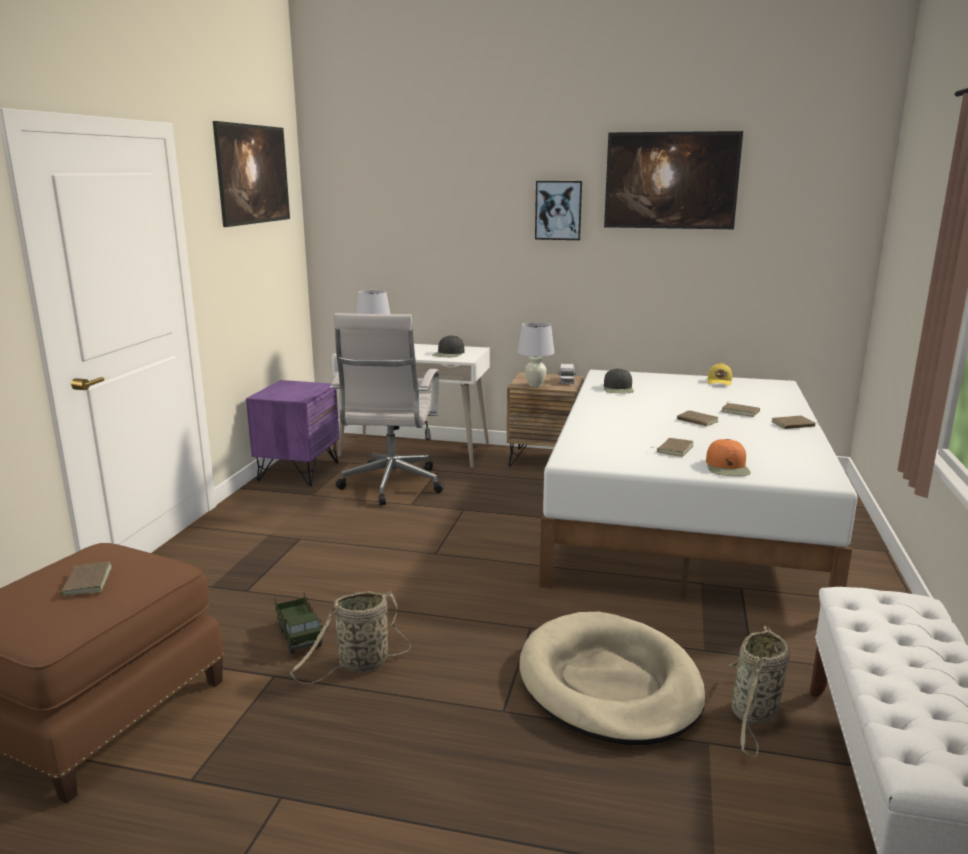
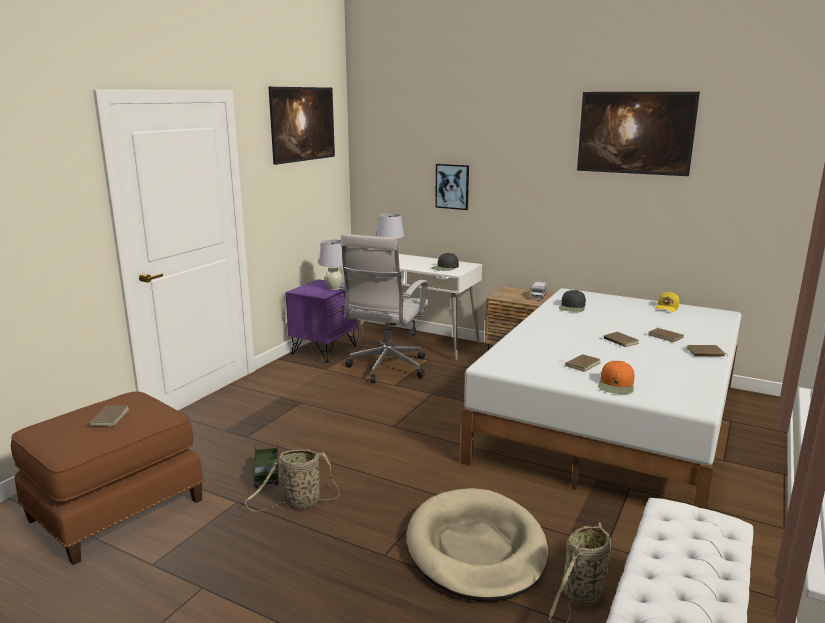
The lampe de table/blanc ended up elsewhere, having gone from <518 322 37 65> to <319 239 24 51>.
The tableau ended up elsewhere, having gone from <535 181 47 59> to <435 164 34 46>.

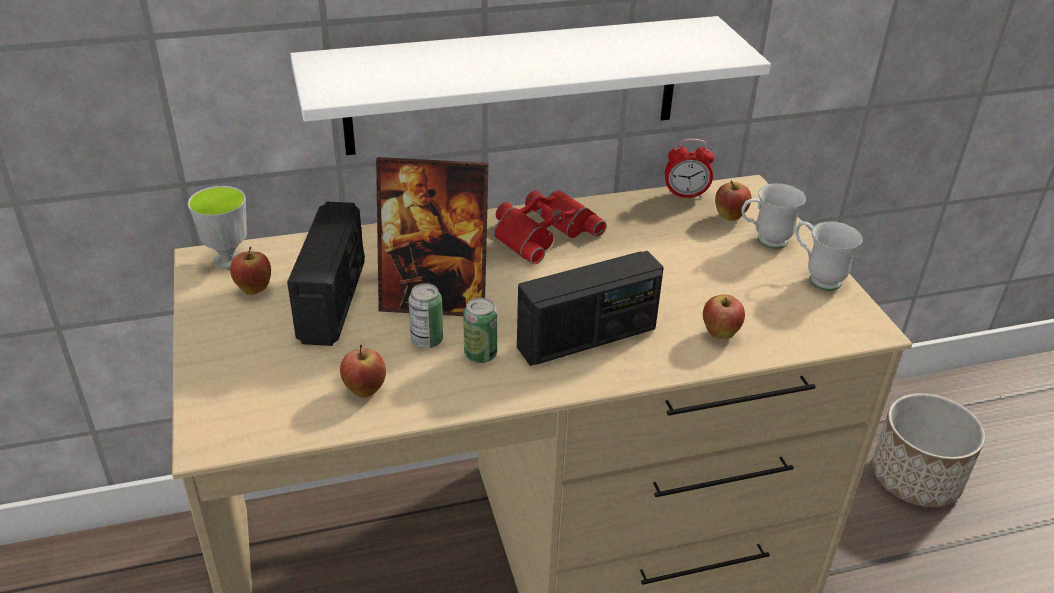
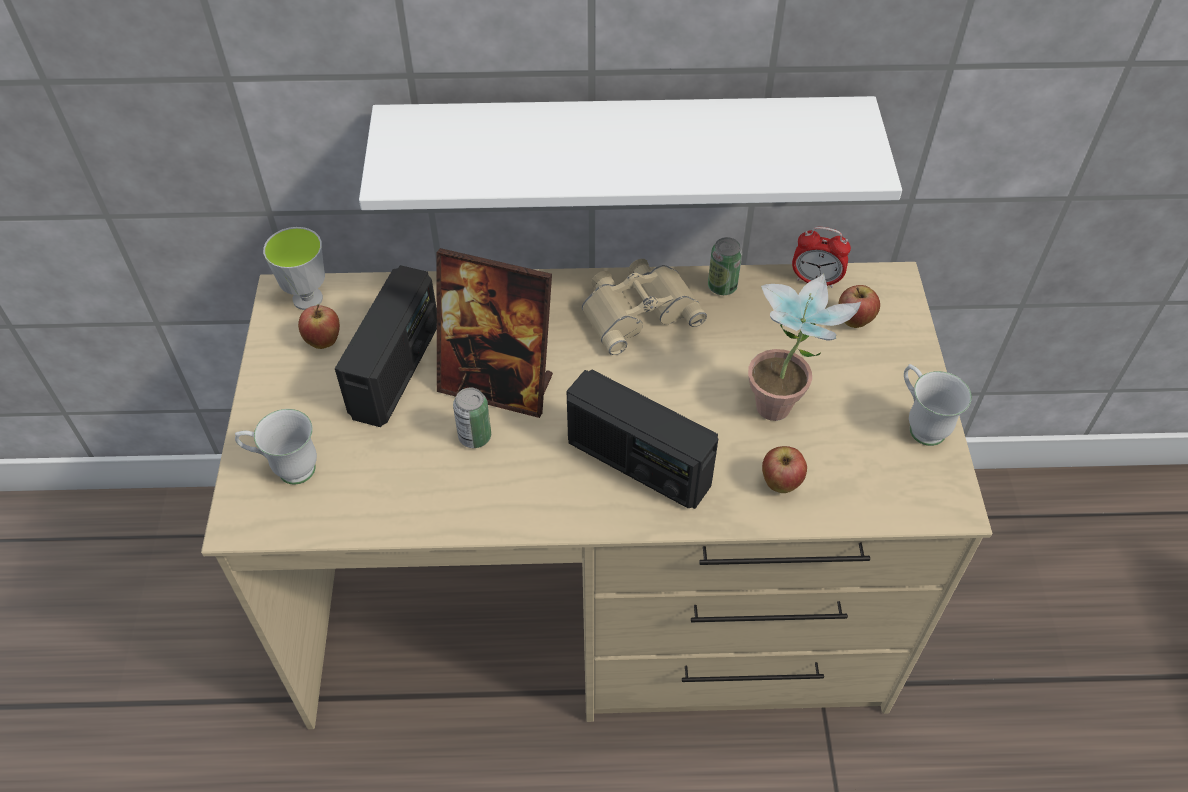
The mug/blanc ended up elsewhere, having gone from <741 183 65 66> to <235 409 82 76>.
The radio at <517 251 147 115> ended up facing another way, 45 degrees clockwise from before.
What was the jumelles/rouge at <493 190 114 74> turned into the jumelles/beige at <582 259 125 96>.
The boîte métallique ended up elsewhere, having gone from <463 298 34 65> to <708 237 34 58>.
The second view gained the plante en pot at <748 273 113 148>.
The second view lost the pomme at <340 344 46 54>.
The second view lost the cache-pot at <872 393 113 114>.

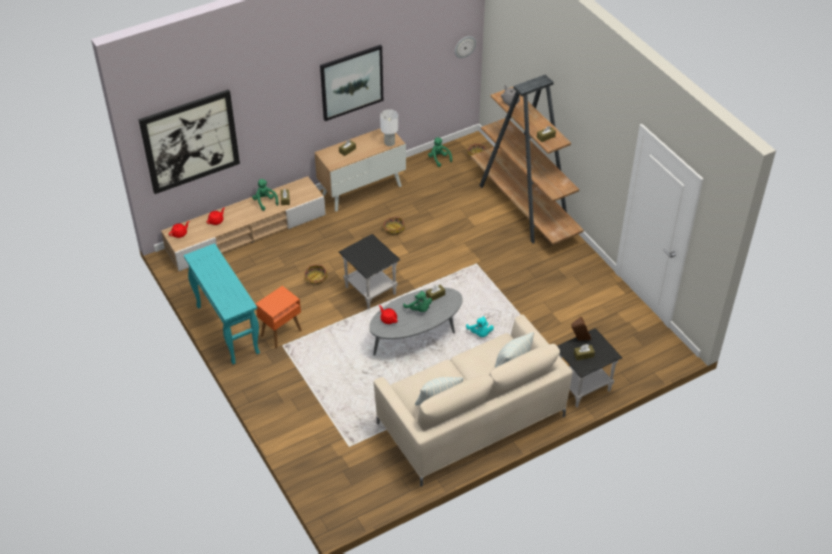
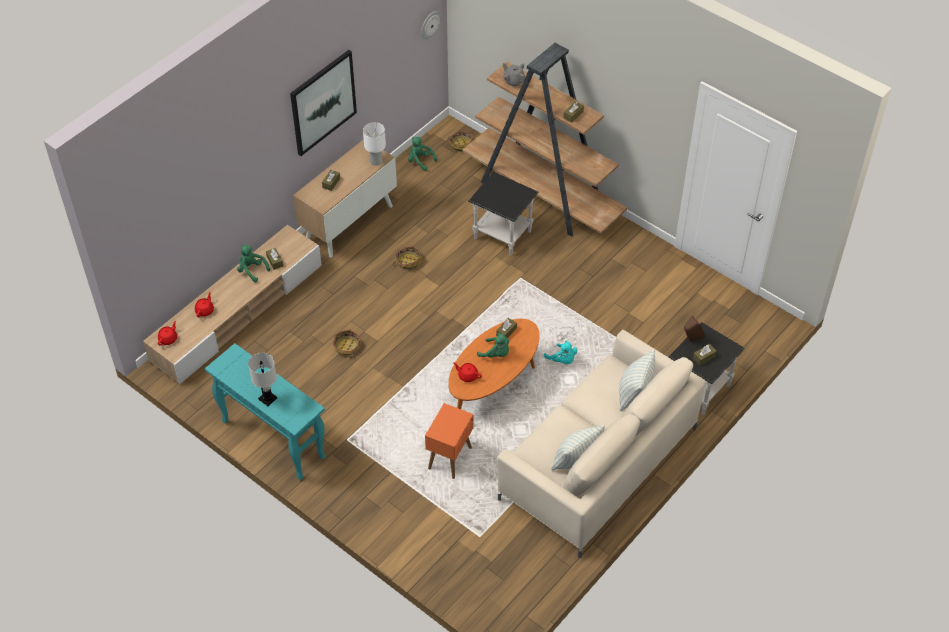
The second view gained the lampe de table/blanc at <248 353 29 53>.
The table d'appoint/orange ended up elsewhere, having gone from <256 286 46 63> to <425 403 48 76>.
What was the table basse/gris at <369 287 94 69> turned into the table basse/orange at <448 319 92 90>.
The table d'appoint/noir ended up elsewhere, having gone from <339 234 62 75> to <469 172 69 84>.
The second view lost the tableau at <139 89 101 105>.

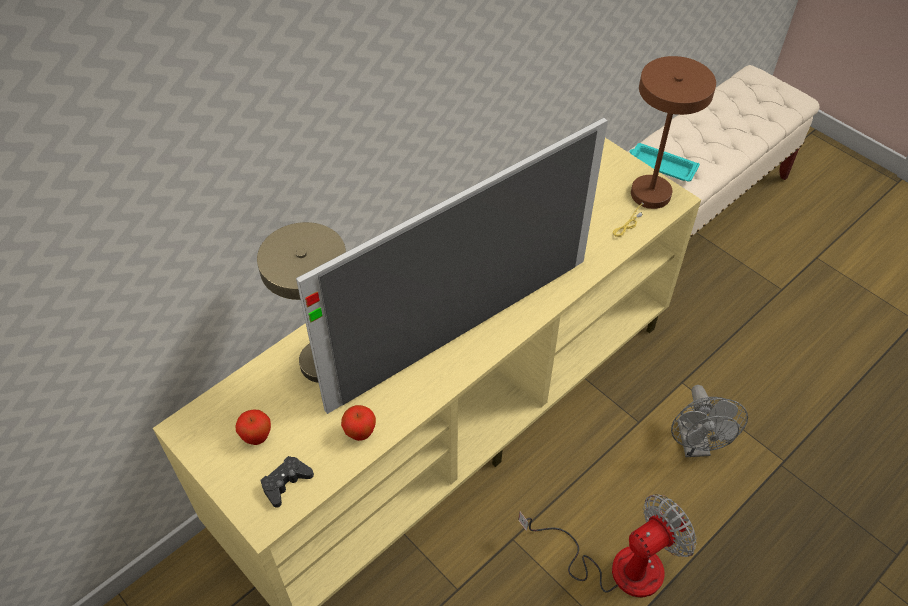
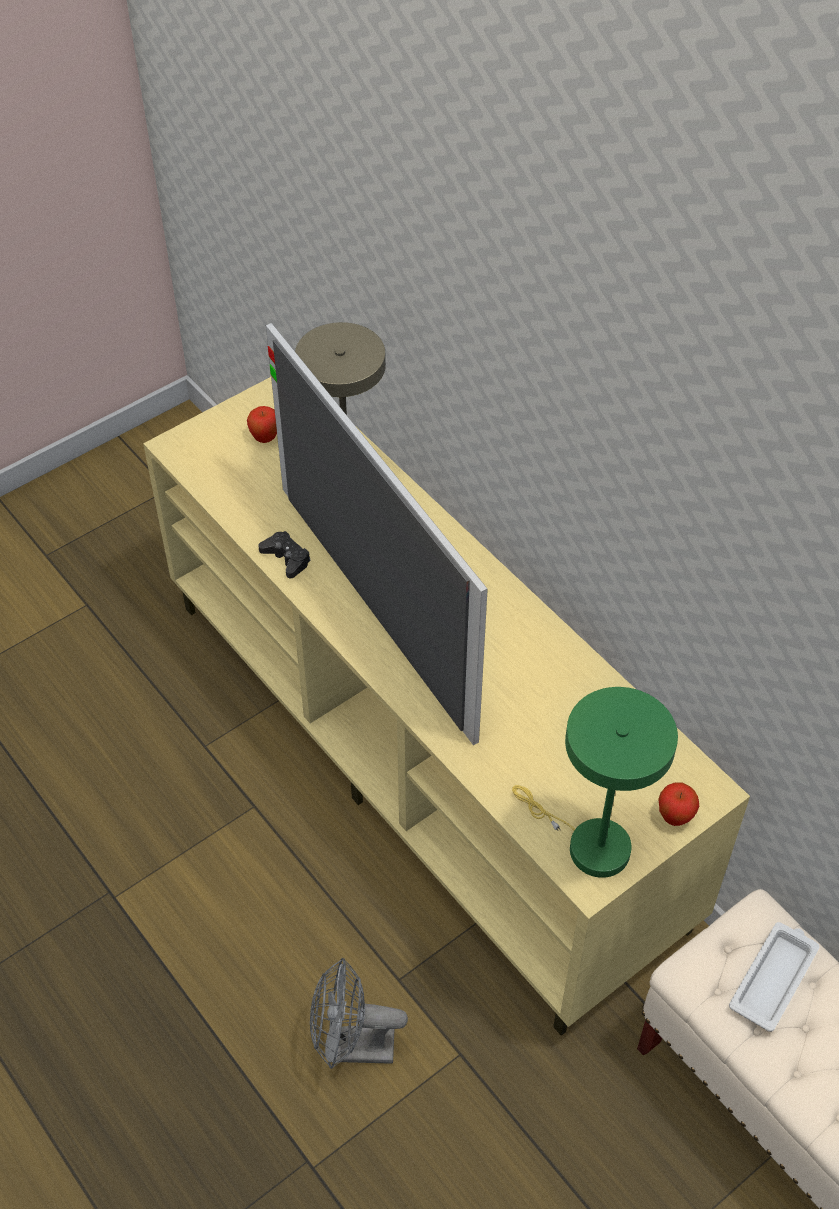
The manette/noir ended up elsewhere, having gone from <261 456 53 52> to <258 531 52 47>.
What was the lampe de table/marron at <613 56 103 181> turned into the lampe de table/vert at <512 687 166 191>.
The pomme ended up elsewhere, having gone from <341 405 35 36> to <658 782 41 44>.
What was the plateau/turquoise at <629 143 71 39> turned into the plateau/blanc at <729 922 90 110>.
The second view lost the ventilateur at <518 494 179 103>.

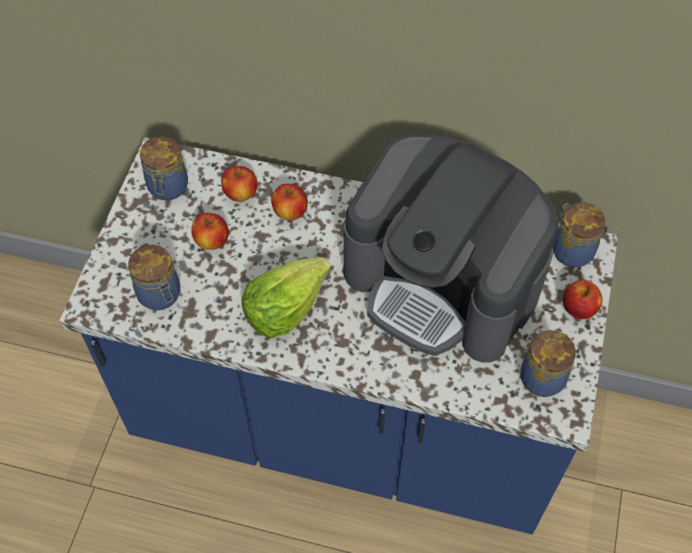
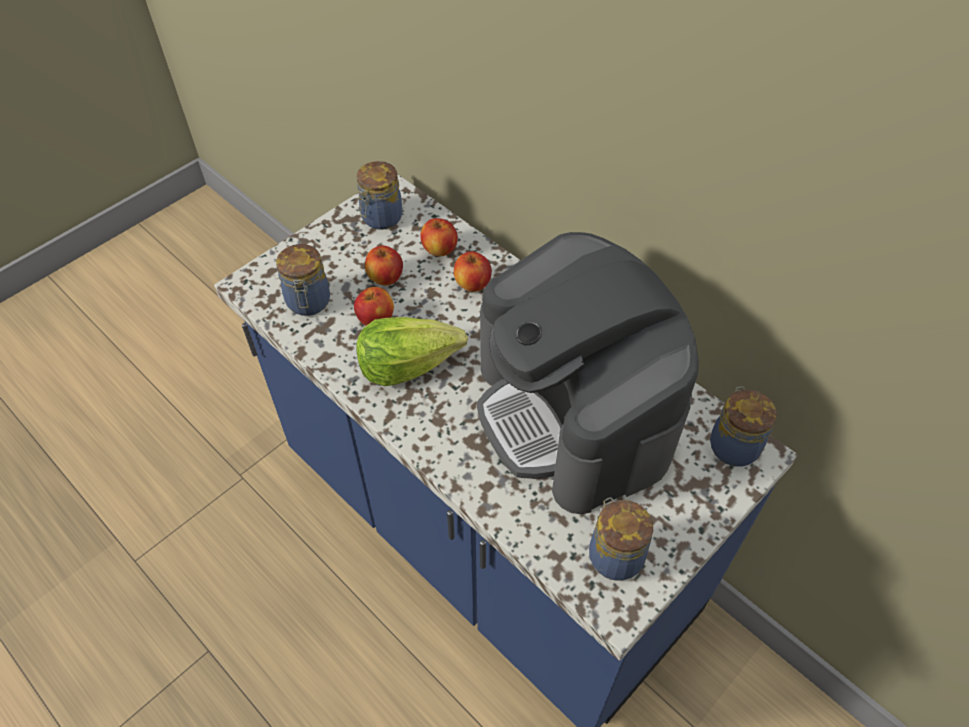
The pomme ended up elsewhere, having gone from <563 280 39 39> to <354 287 40 39>.

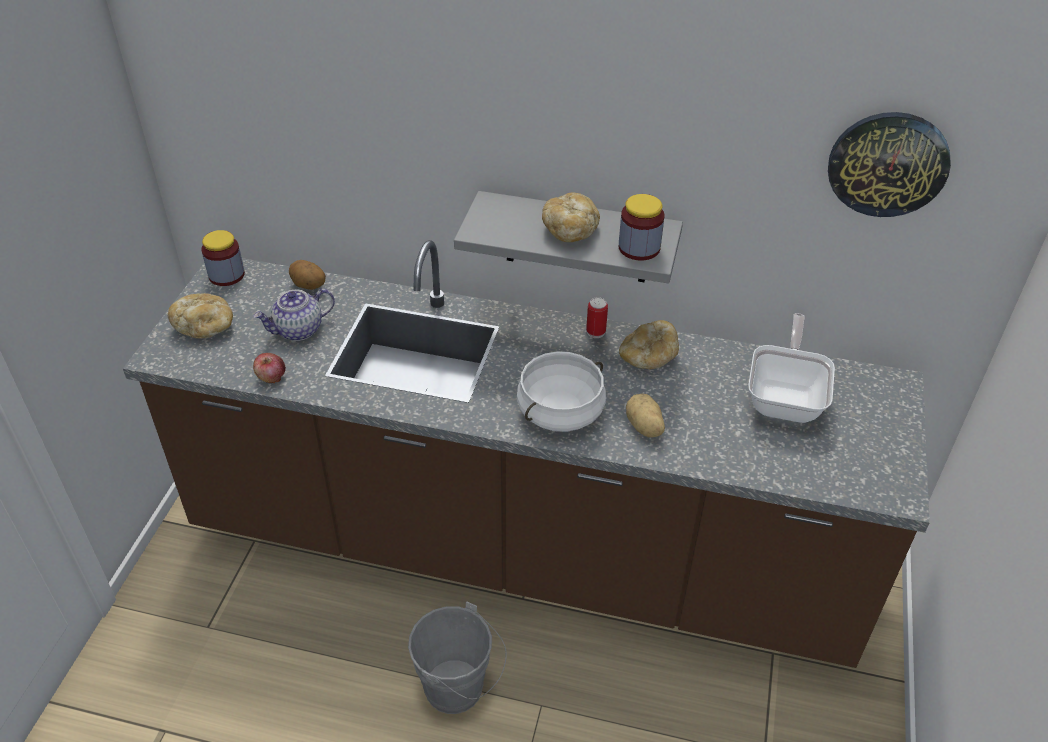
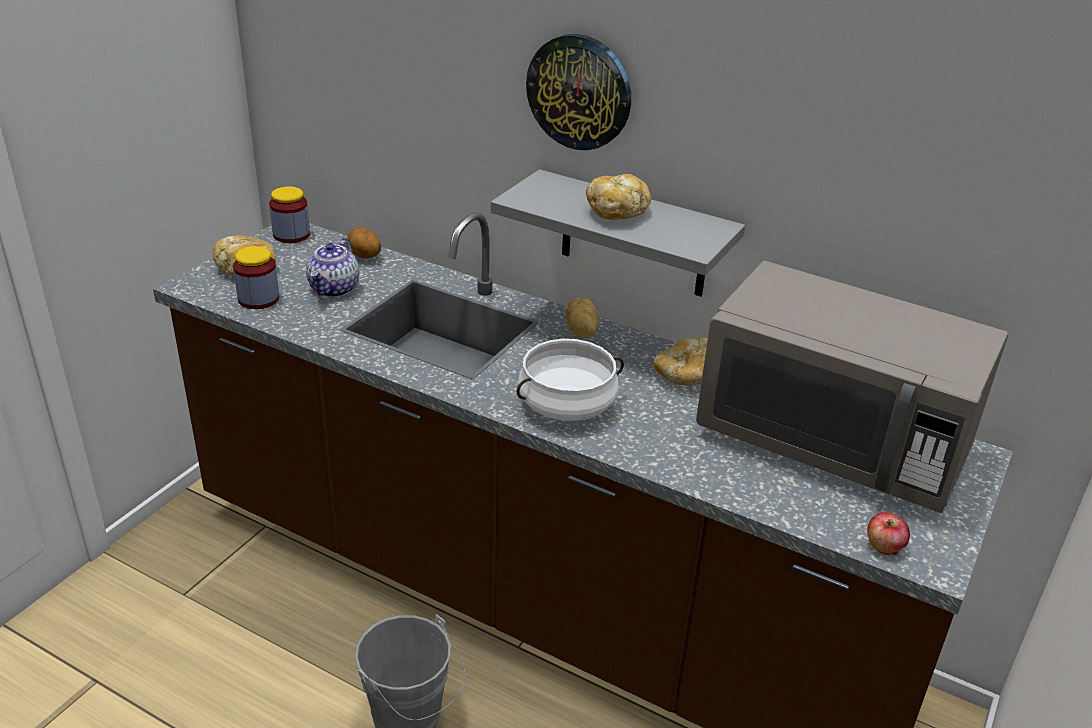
The bocal ended up elsewhere, having gone from <619 194 45 67> to <233 246 46 63>.
The théière at <253 288 82 53> ended up facing another way, 60 degrees counterclockwise from before.
The horloge murale ended up elsewhere, having gone from <828 112 123 105> to <526 34 105 116>.
The pomme de terre ended up elsewhere, having gone from <626 394 39 43> to <566 298 33 40>.
Where the poêle stood at <748 313 87 110>, the micro-ondes/gris came to stand at <696 261 312 252>.
The pomme ended up elsewhere, having gone from <253 353 33 30> to <867 512 43 44>.
The second view lost the boîte métallique at <586 297 22 41>.

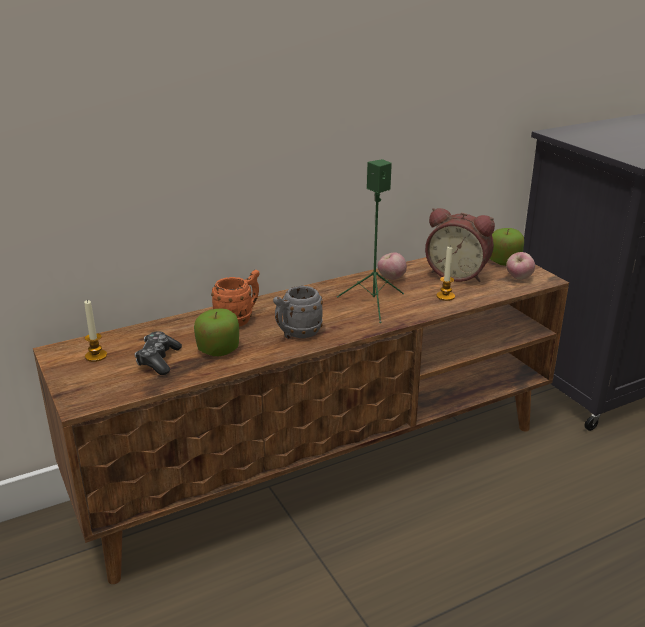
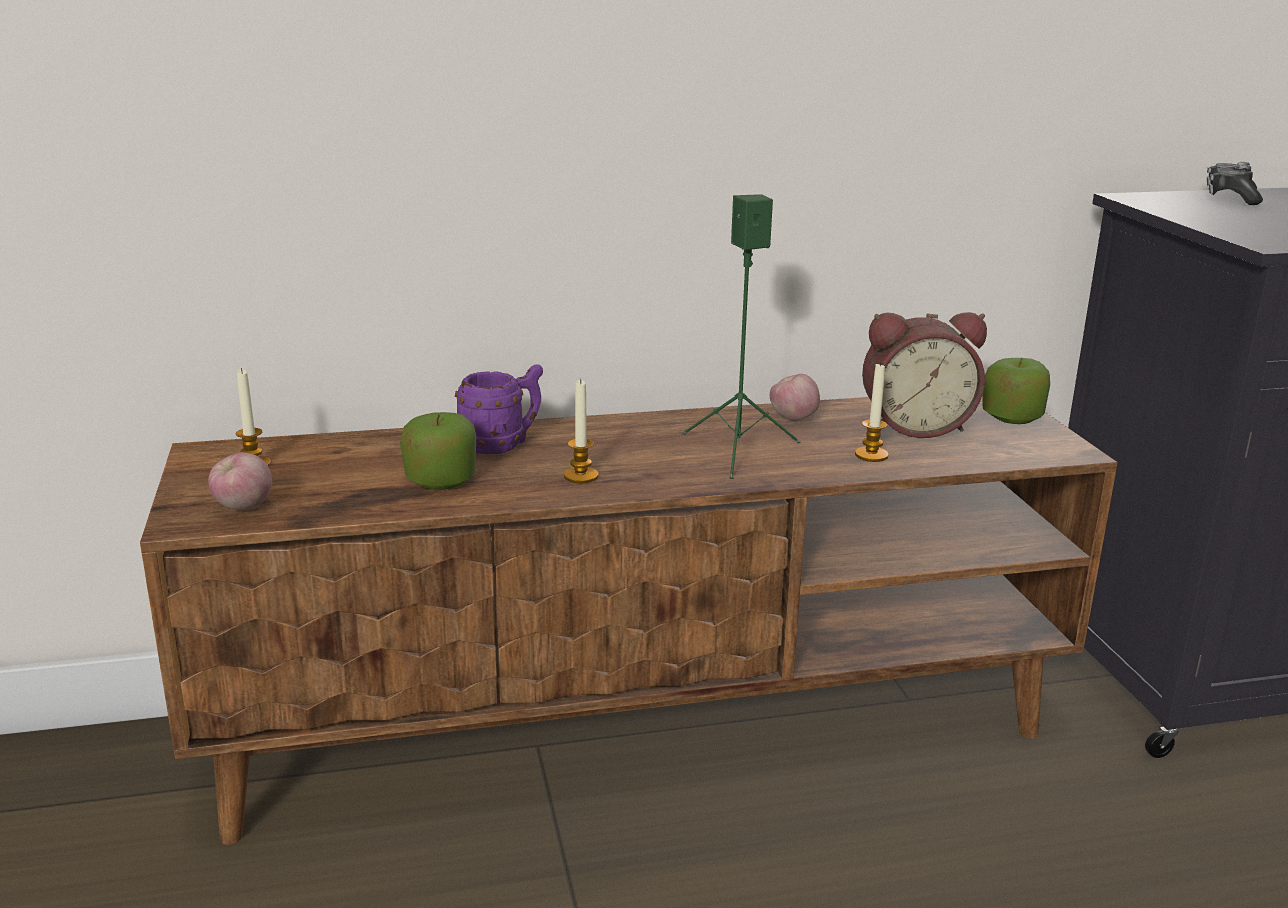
The pomme ended up elsewhere, having gone from <506 252 29 28> to <208 452 64 58>.
What was the mug/orange at <211 270 48 57> turned into the mug/violet at <455 365 88 90>.
Where the mug/gris stood at <273 286 50 53>, the bougie came to stand at <564 378 34 105>.
The réveil at <425 208 70 74> ended up facing another way, 45 degrees counterclockwise from before.
The manette ended up elsewhere, having gone from <135 331 47 44> to <1207 162 56 43>.

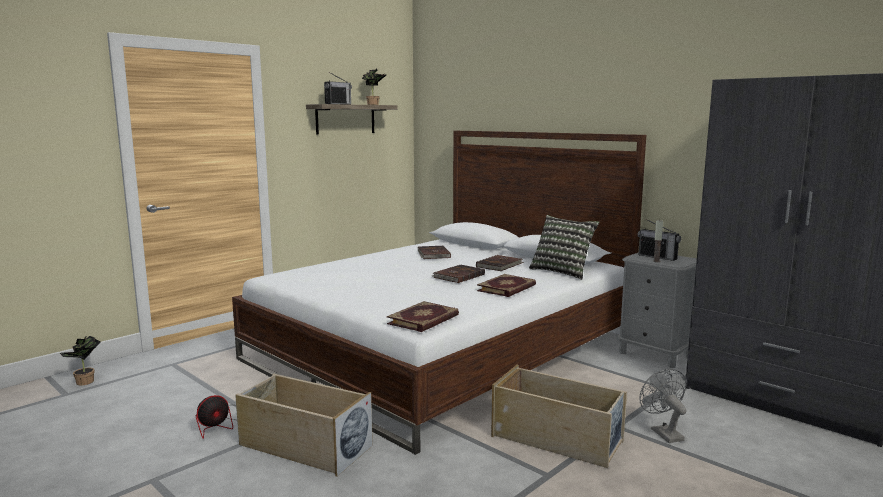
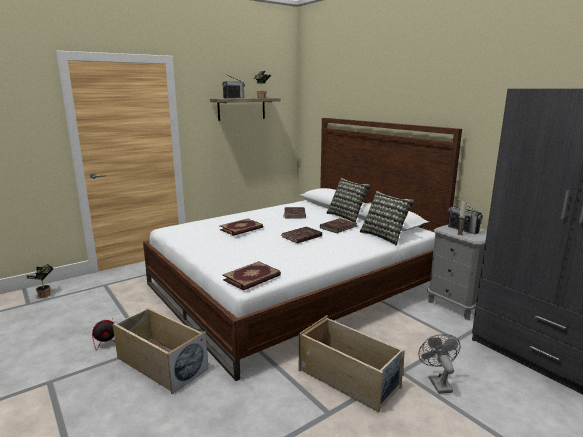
The livre ended up elsewhere, having gone from <477 274 59 23> to <220 218 43 18>.
The second view gained the coussin at <327 178 44 45>.

